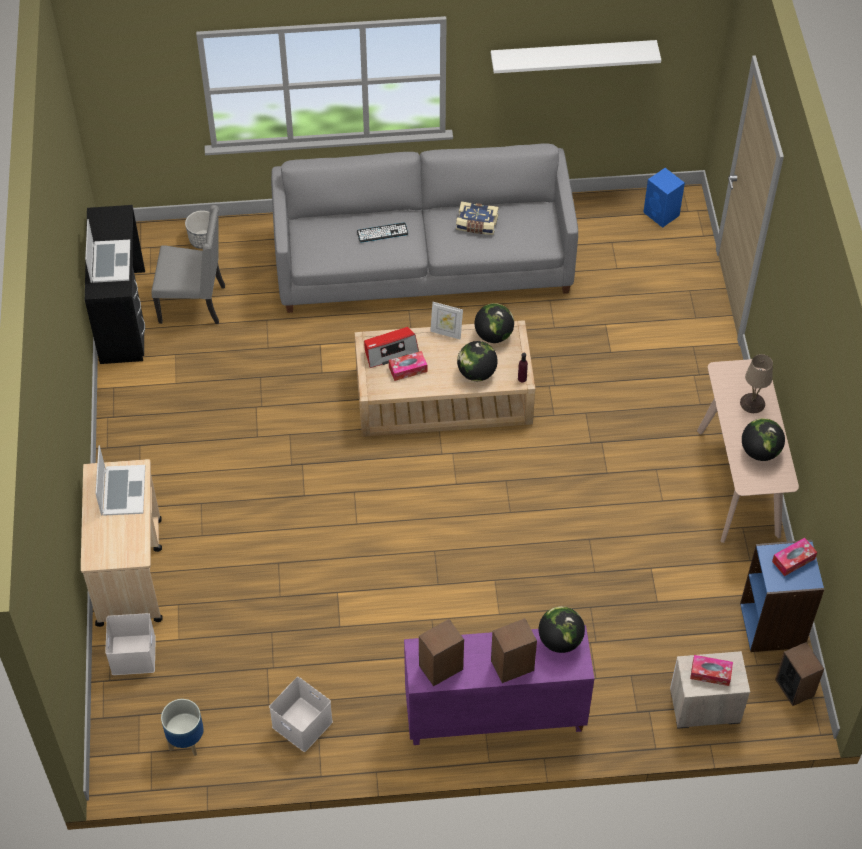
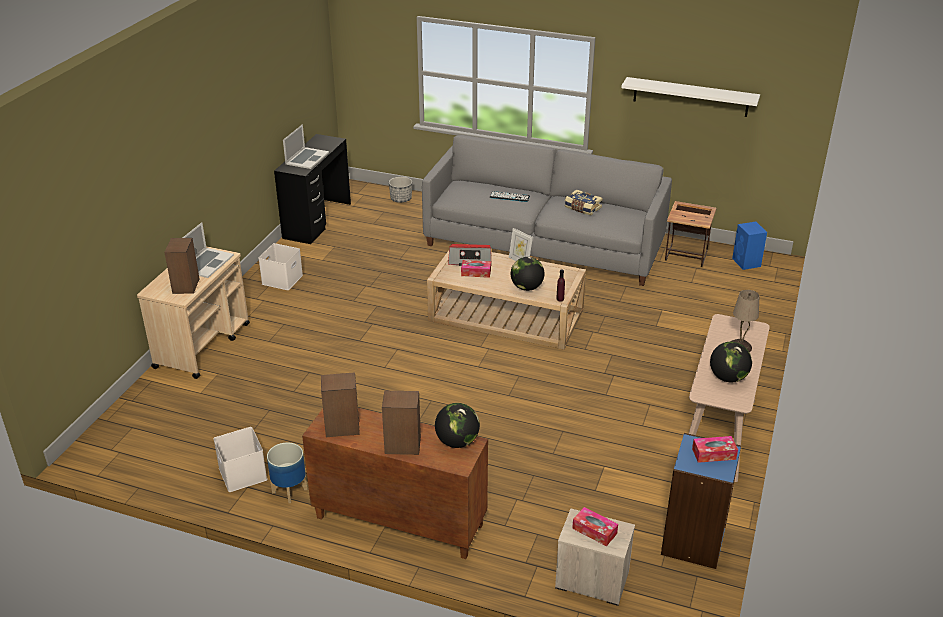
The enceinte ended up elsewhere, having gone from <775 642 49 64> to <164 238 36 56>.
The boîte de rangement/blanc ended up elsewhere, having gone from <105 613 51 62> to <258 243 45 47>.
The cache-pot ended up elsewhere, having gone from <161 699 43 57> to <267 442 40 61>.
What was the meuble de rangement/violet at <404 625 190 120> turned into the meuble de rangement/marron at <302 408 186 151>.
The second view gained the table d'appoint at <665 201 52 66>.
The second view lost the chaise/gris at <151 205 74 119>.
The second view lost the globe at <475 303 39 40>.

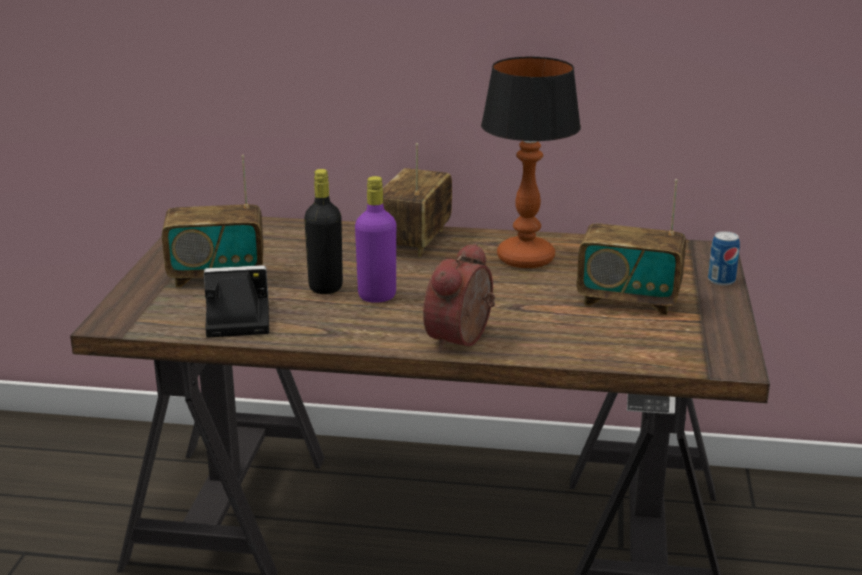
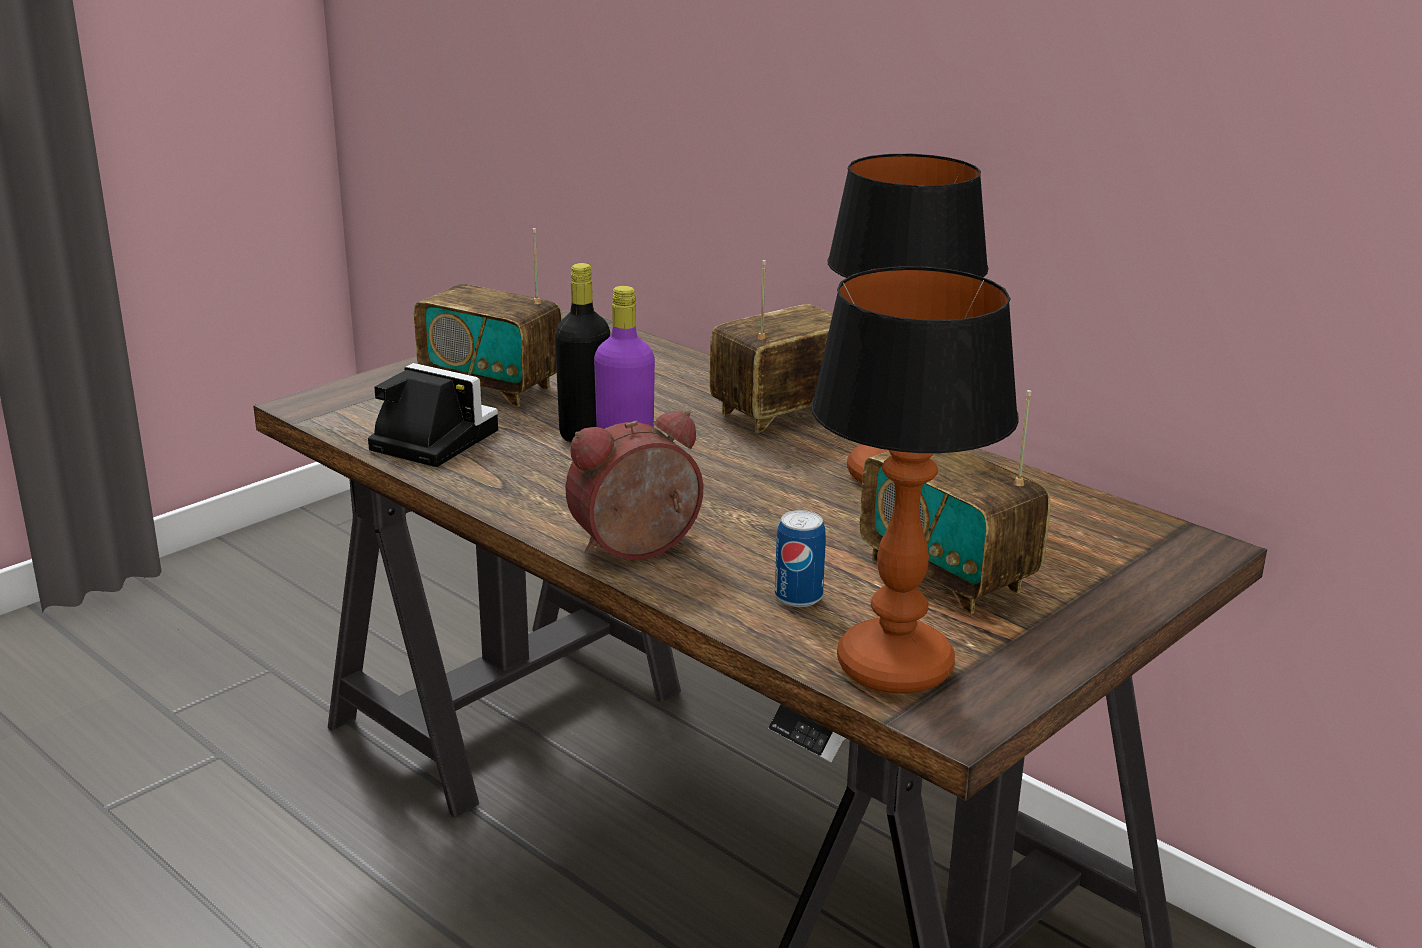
The boîte métallique ended up elsewhere, having gone from <708 231 32 55> to <775 510 51 97>.
The second view gained the lampe de table at <811 266 208 428>.

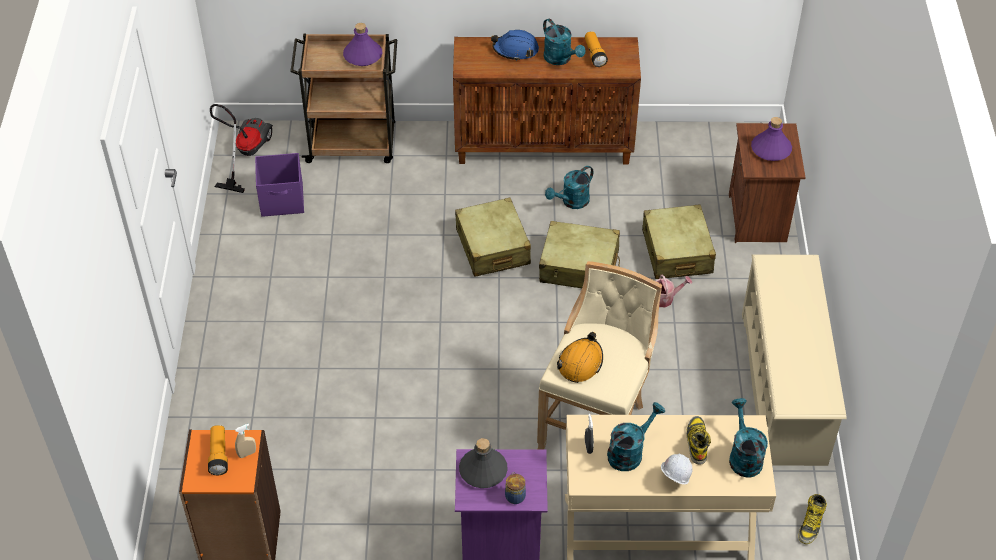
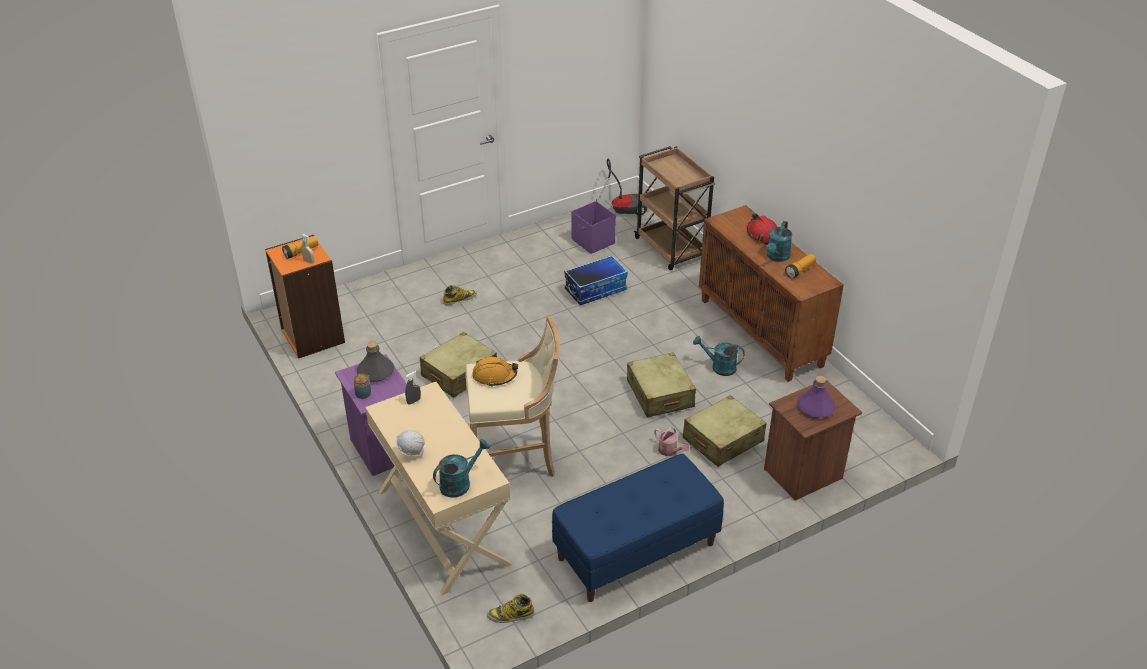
The valise/beige ended up elsewhere, having gone from <455 197 76 80> to <420 332 77 66>.
The botte ended up elsewhere, having gone from <686 416 25 49> to <443 285 33 21>.
Where the étagère à chaussures/beige stood at <742 255 105 211>, the banc/bleu came to stand at <552 454 172 148>.
The second view gained the boîte de rangement at <564 255 64 50>.
What was the casque de chantier/bleu at <491 30 48 31> turned into the casque de chantier/rouge at <747 214 30 31>.
The second view lost the bouteille/violet at <343 23 39 43>.
The second view lost the arrosoir/turquoise at <607 402 58 69>.

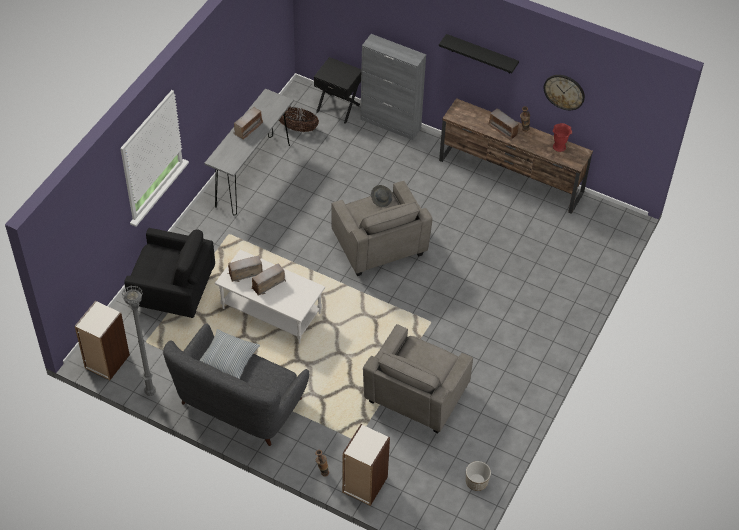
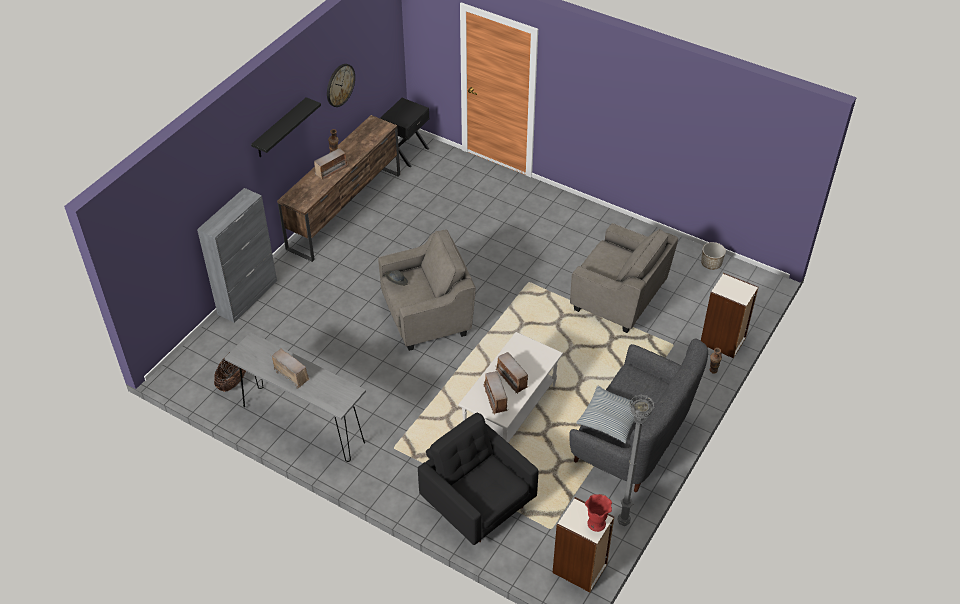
The table de chevet/noir ended up elsewhere, having gone from <314 57 47 67> to <380 98 50 69>.
The fauteuil/noir at <124 228 91 90> ended up facing another way, 60 degrees counterclockwise from before.
The vase/rouge ended up elsewhere, having gone from <553 123 19 29> to <585 494 27 38>.

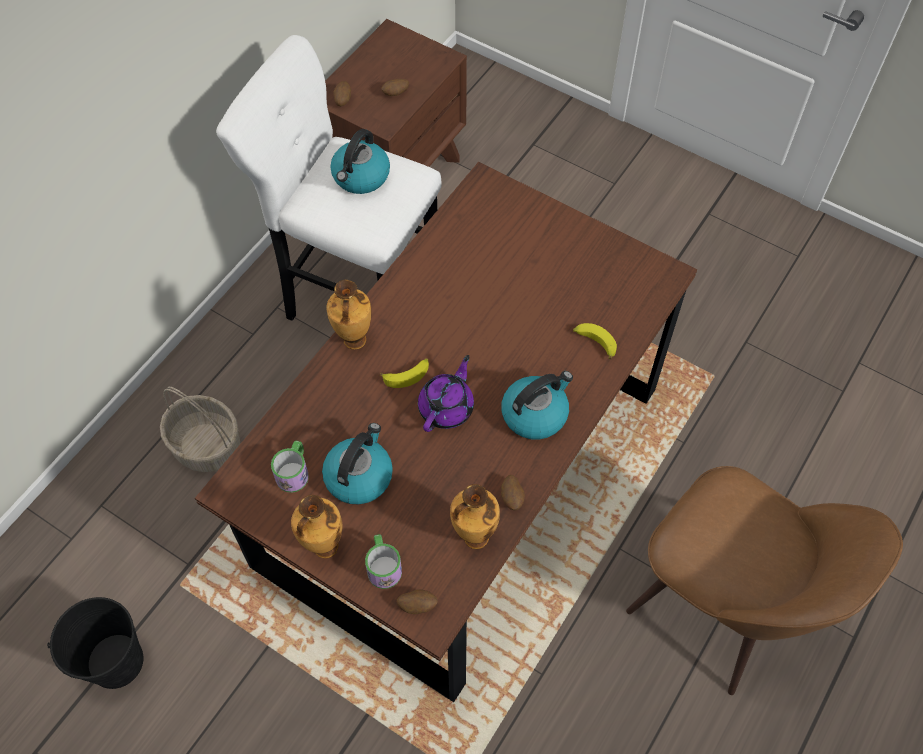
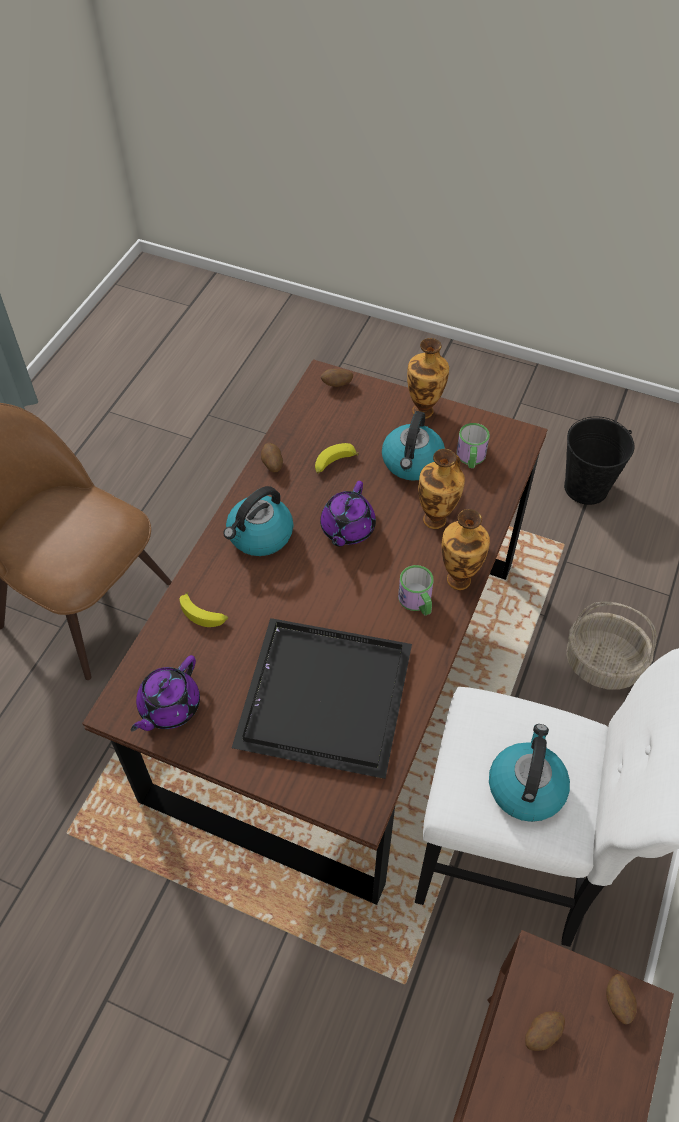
The second view gained the théière/violet at <131 655 69 77>.
The second view gained the plateau/noir at <232 618 180 161>.
The banane ended up elsewhere, having gone from <380 358 49 30> to <315 443 44 30>.
The mug ended up elsewhere, having gone from <365 534 37 55> to <398 565 36 51>.
The vase ended up elsewhere, having gone from <450 484 50 65> to <418 449 47 80>.

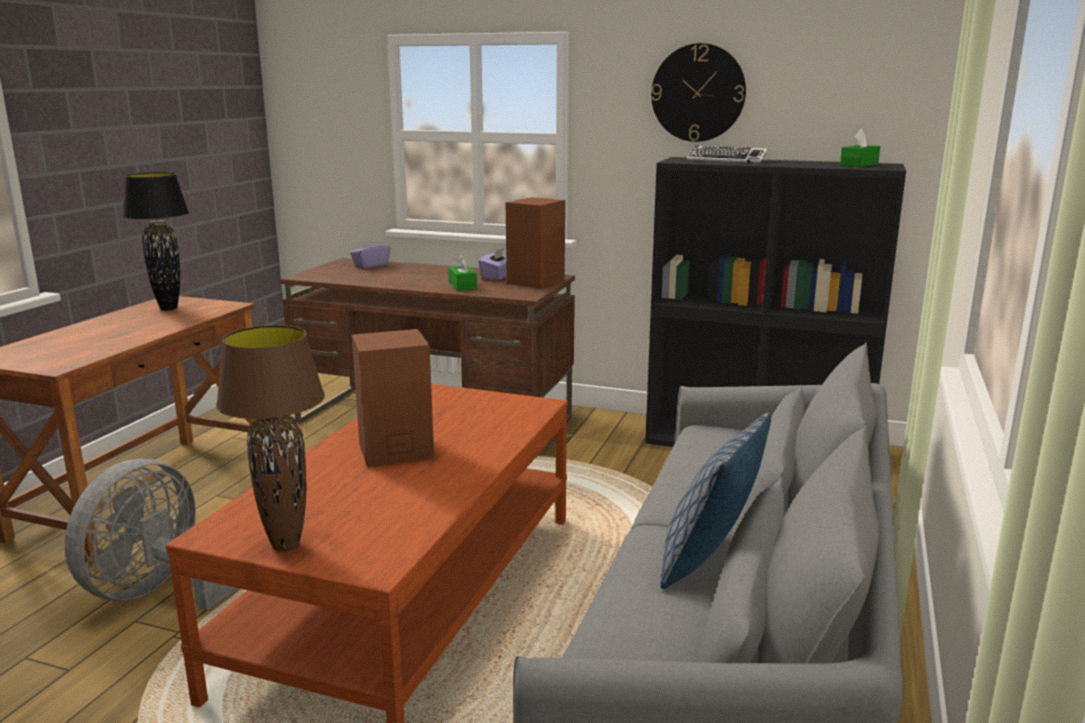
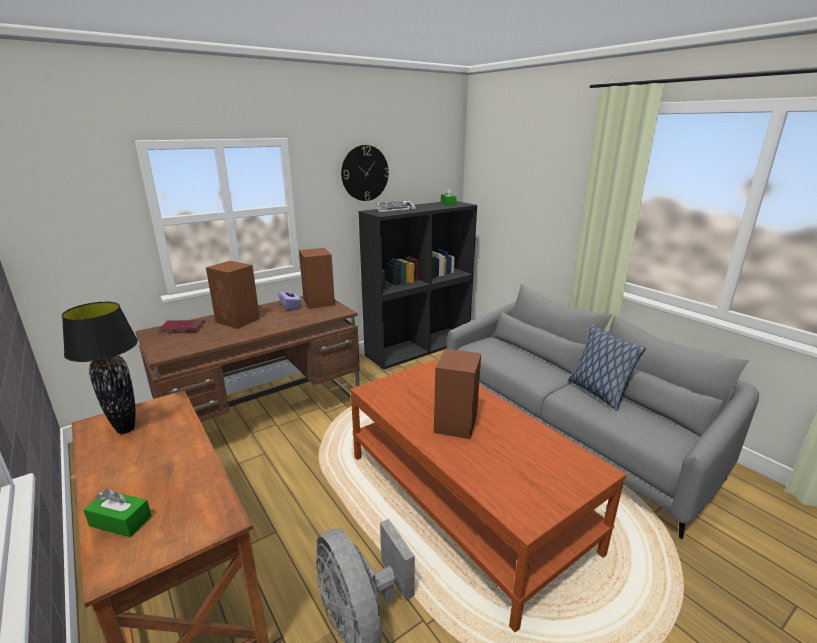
The boîte à mouchoirs/vert ended up elsewhere, having gone from <448 254 29 37> to <83 489 69 48>.
Where the boîte à mouchoirs/violet stood at <350 237 41 31>, the livre/rouge came to stand at <158 319 47 14>.
The second view gained the enceinte/marron at <206 261 54 68>.
The second view lost the lampe de table/marron at <216 325 109 227>.

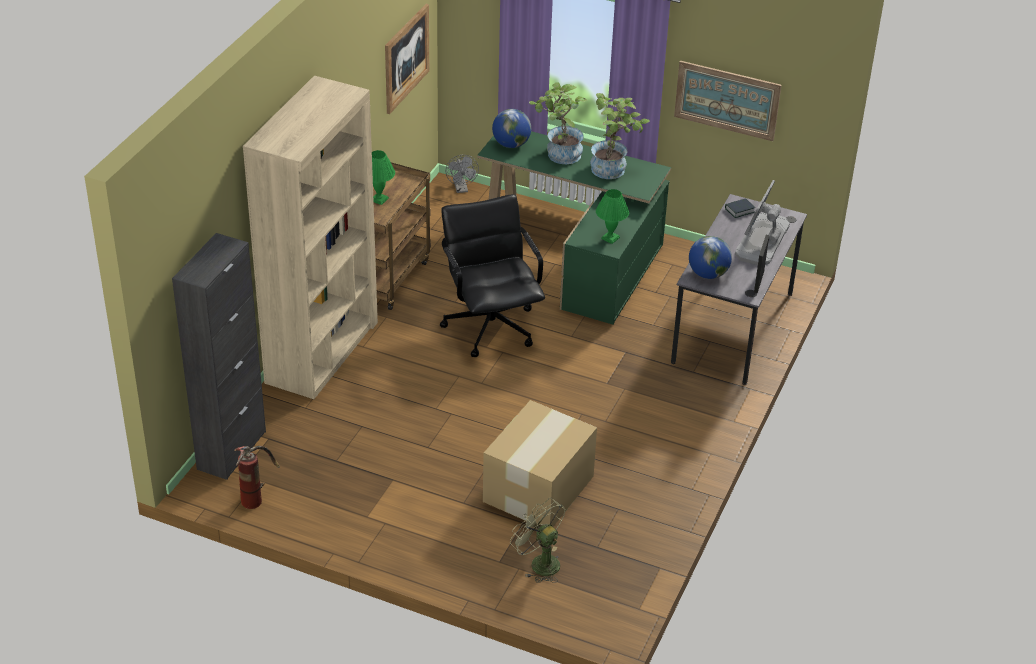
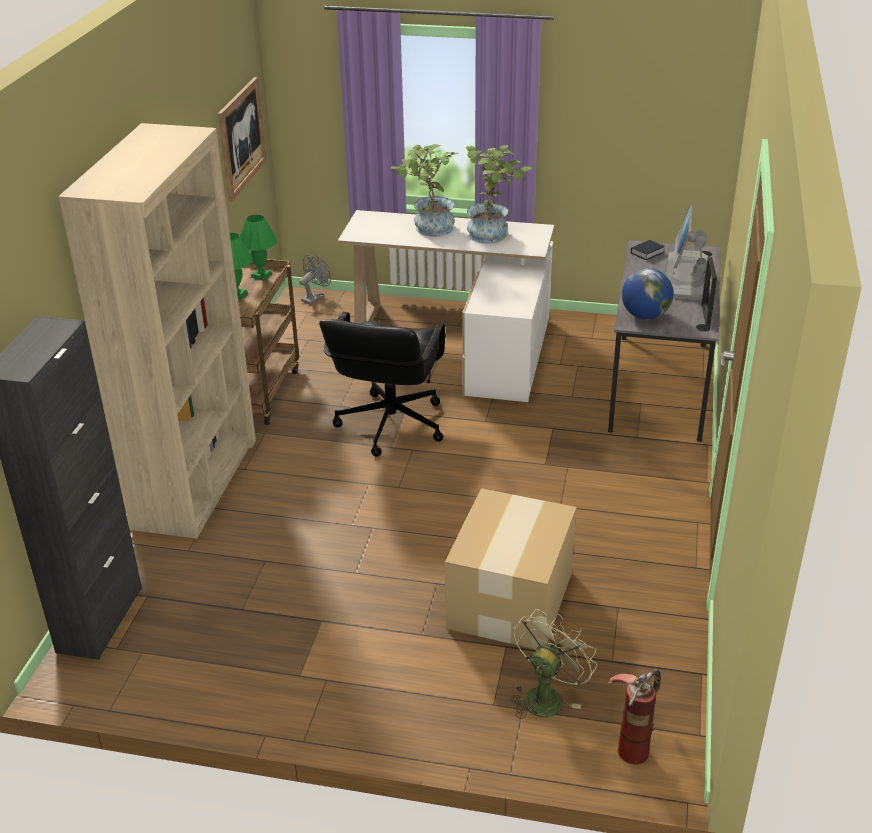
The lampe de table/vert ended up elsewhere, having gone from <596 189 33 55> to <240 215 37 66>.
The ventilateur/gris at <446 155 33 38> ended up facing another way, 120 degrees counterclockwise from before.
The chaise de bureau/noir at <440 194 105 163> ended up facing another way, 135 degrees counterclockwise from before.
What was the bureau/vert at <477 131 194 194> turned into the bureau/blanc at <338 210 216 192>.
The ventilateur/vert at <510 498 55 85> ended up facing another way, 90 degrees clockwise from before.
The extincteur ended up elsewhere, having gone from <234 446 46 63> to <608 669 53 96>.
The second view lost the globe at <492 109 39 39>.
The second view lost the tableau at <674 61 108 80>.

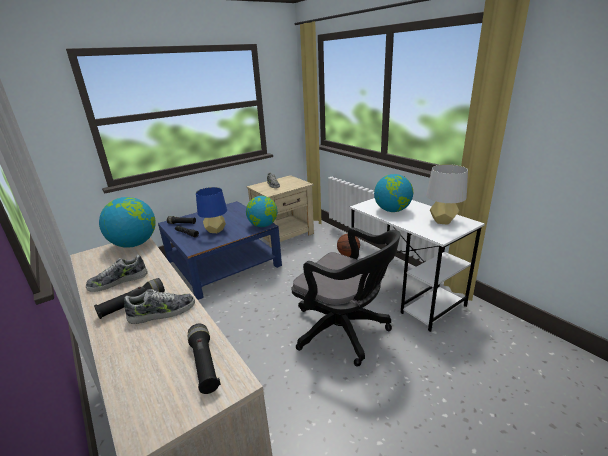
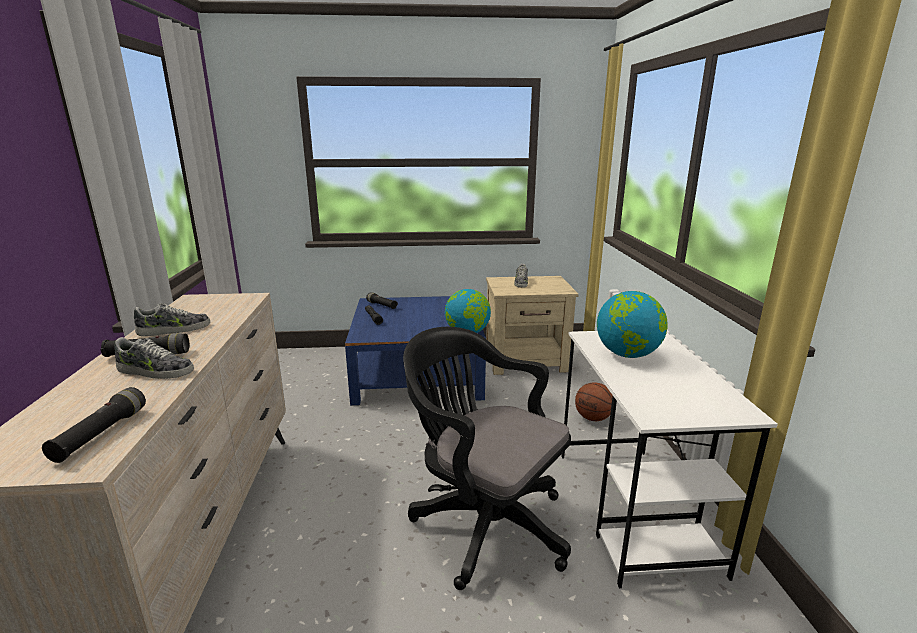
The chaussure at <86 255 62 37> ended up facing another way, 150 degrees clockwise from before.
The chaise de bureau/noir at <292 227 109 140> ended up facing another way, 150 degrees clockwise from before.
The second view lost the globe at <99 197 57 51>.
The second view lost the lampe de table/bleu at <196 187 31 46>.
The second view lost the lampe de table/gris at <426 164 42 61>.

